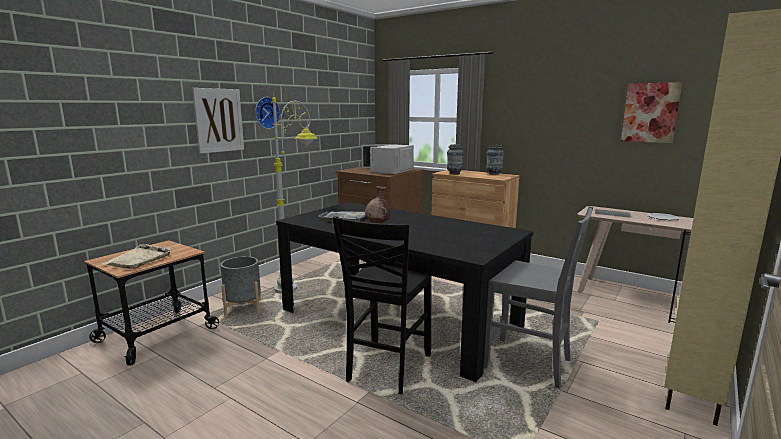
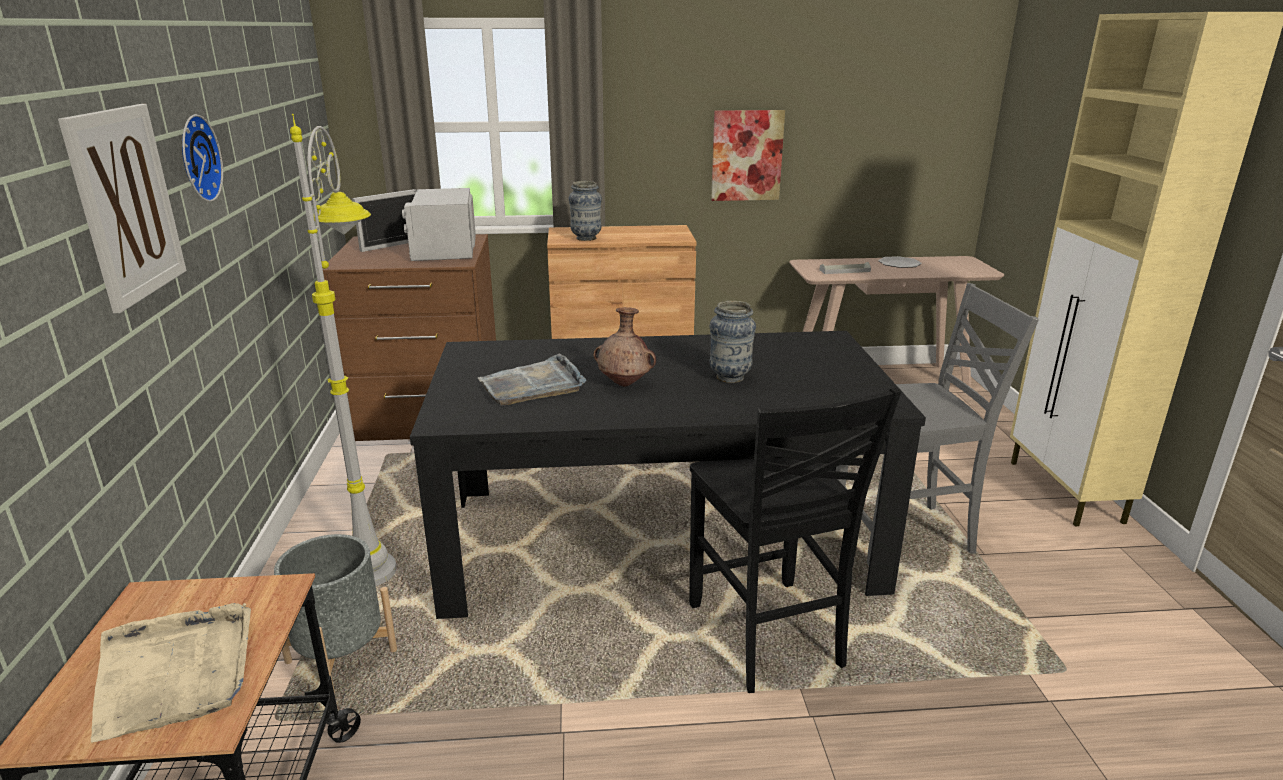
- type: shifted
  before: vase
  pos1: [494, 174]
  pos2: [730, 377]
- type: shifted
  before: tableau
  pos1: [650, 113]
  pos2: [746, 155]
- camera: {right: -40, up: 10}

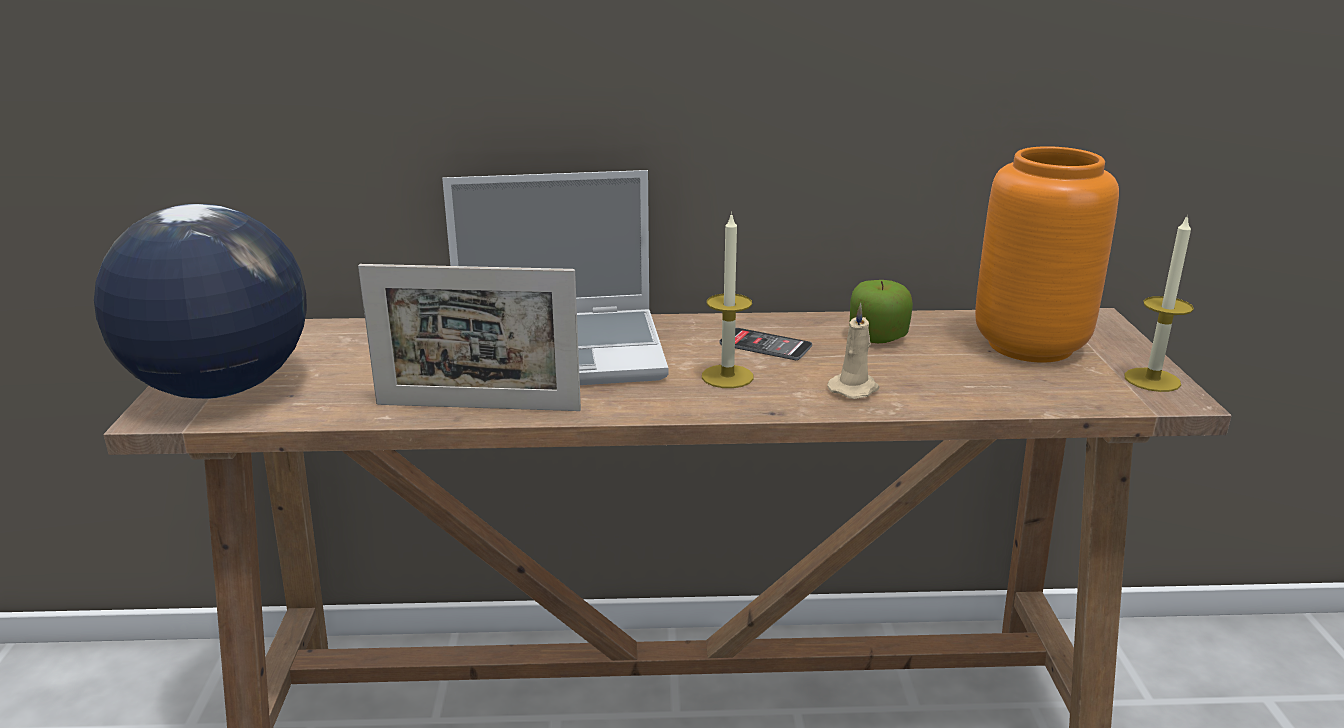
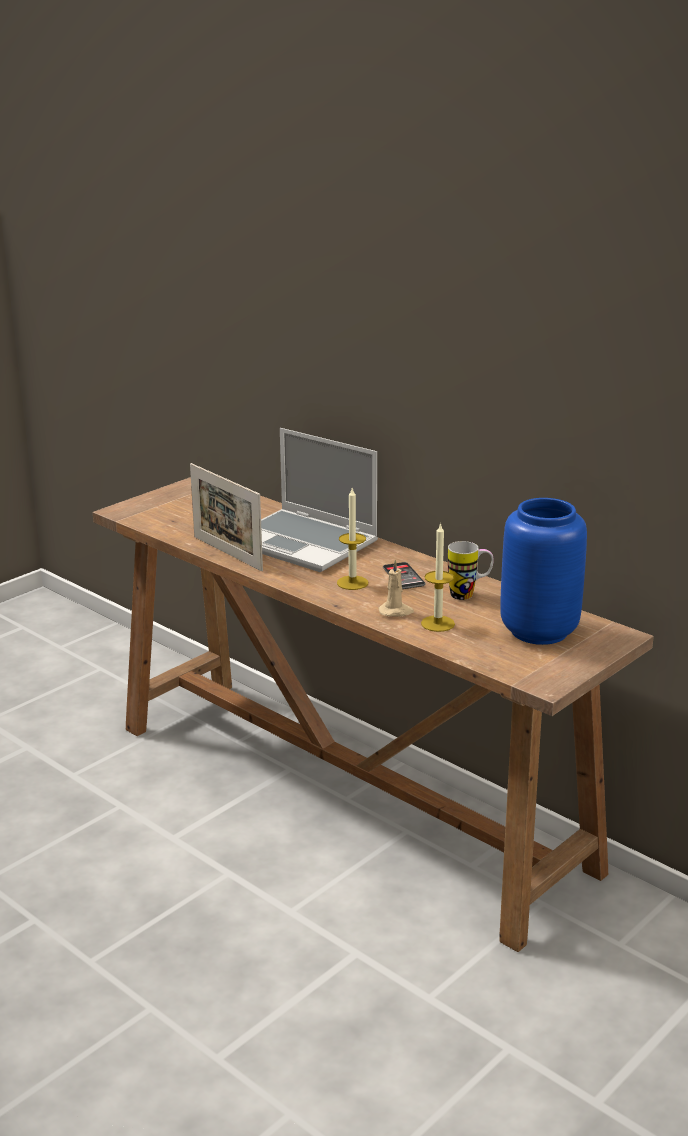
- type: gone
  before: globe
  pos1: [220, 389]
- type: swapped
  before: pomme
  after: mug
  pos1: [878, 337]
  pos2: [469, 595]
- type: repainted
  before: vase/orange
  after: vase/bleu
  pos1: [1032, 345]
  pos2: [540, 632]
- type: shifted
  before: bougie
  pos1: [1152, 380]
  pos2: [437, 623]
- camera: {right: 45, up: 0}

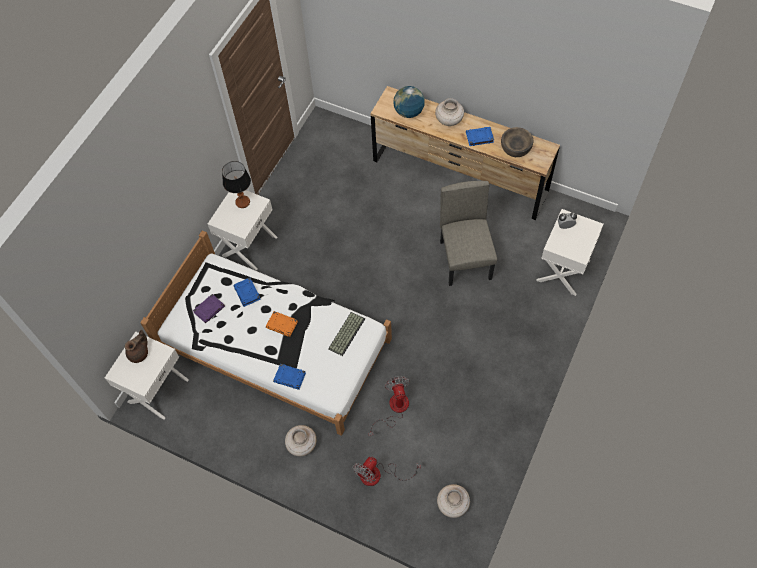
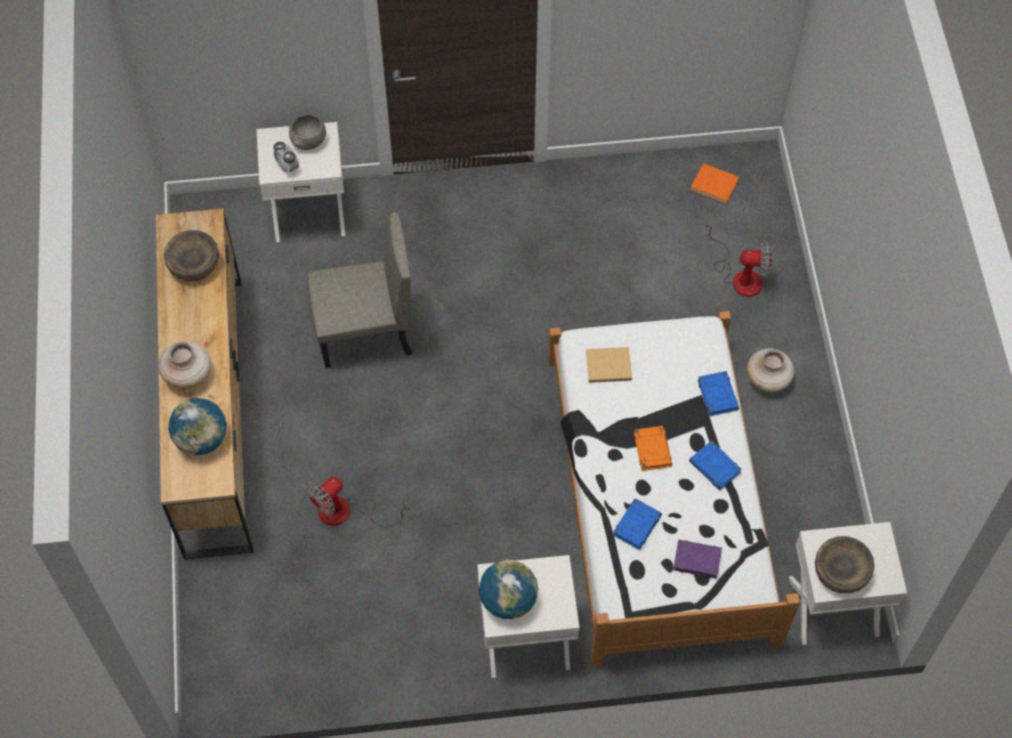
- type: swapped
  before: théière/marron
  after: bol/marron
  pos1: [139, 353]
  pos2: [841, 572]
- type: swapped
  before: lampe de table
  after: globe
  pos1: [242, 202]
  pos2: [508, 600]
- type: swapped
  before: clavier
  after: livre/beige
  pos1: [346, 333]
  pos2: [607, 366]
- type: shifted
  before: ventilateur
  pos1: [394, 409]
  pos2: [346, 512]
- type: swapped
  before: vase/beige
  after: livre/orange
  pos1: [452, 504]
  pos2: [715, 185]
- type: rotated
  before: chaise/beige
  pos1: [465, 260]
  pos2: [364, 332]
  turn: -150
- type: shifted
  before: livre/bleu
  pos1: [479, 137]
  pos2: [715, 467]
- type: new
  after: bol/gris
  pos2: [308, 141]
- camera: {right: -125, up: 0}

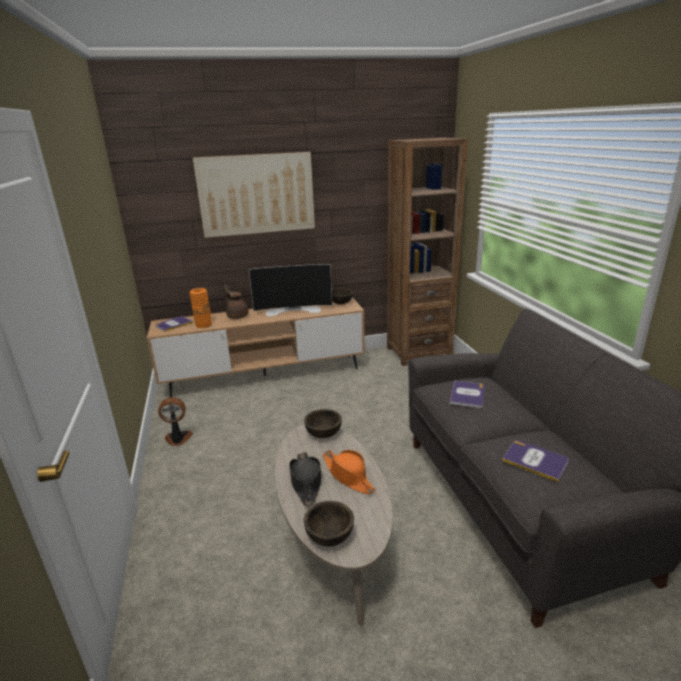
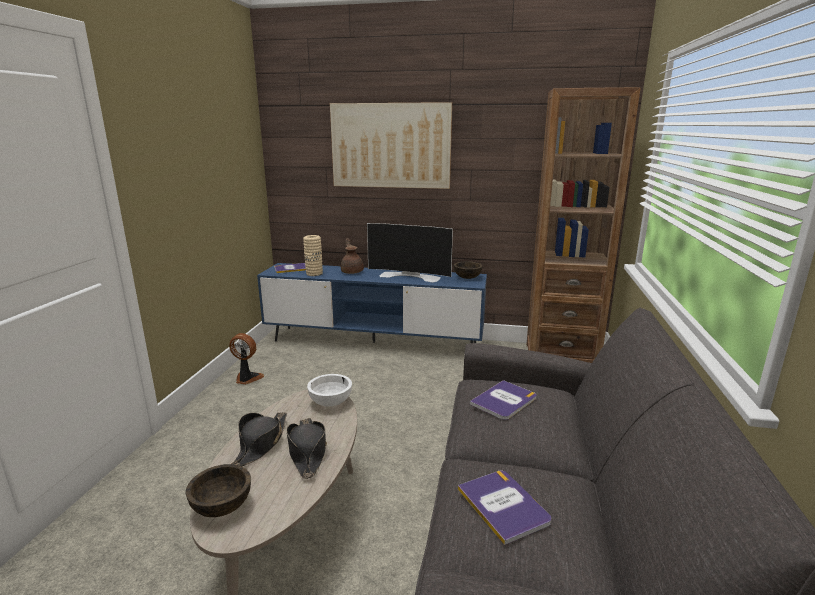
- type: repainted
  before: meuble télé/marron
  after: meuble télé/bleu
  pos1: [265, 376]
  pos2: [373, 342]
- type: repainted
  before: vase/orange
  after: vase/beige
  pos1: [203, 325]
  pos2: [314, 273]
- type: repainted
  before: bol/marron
  after: bol/blanc
  pos1: [323, 433]
  pos2: [330, 402]
- type: repainted
  before: chapeau/orange
  after: chapeau/noir
  pos1: [348, 476]
  pos2: [307, 452]
- camera: {right: 25, up: -5}

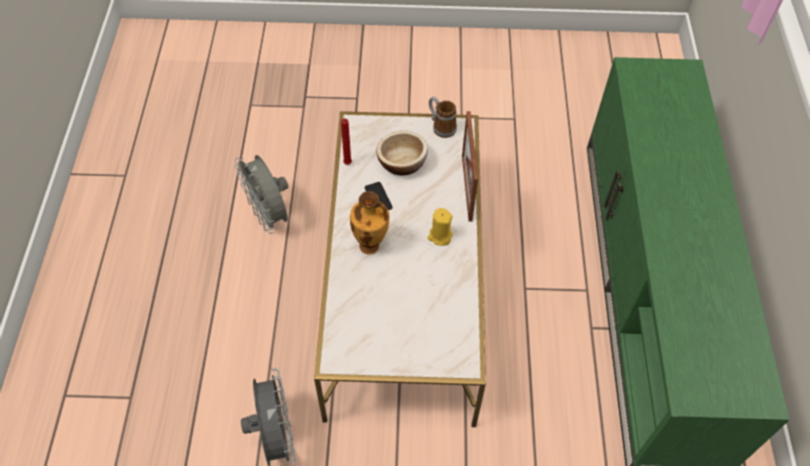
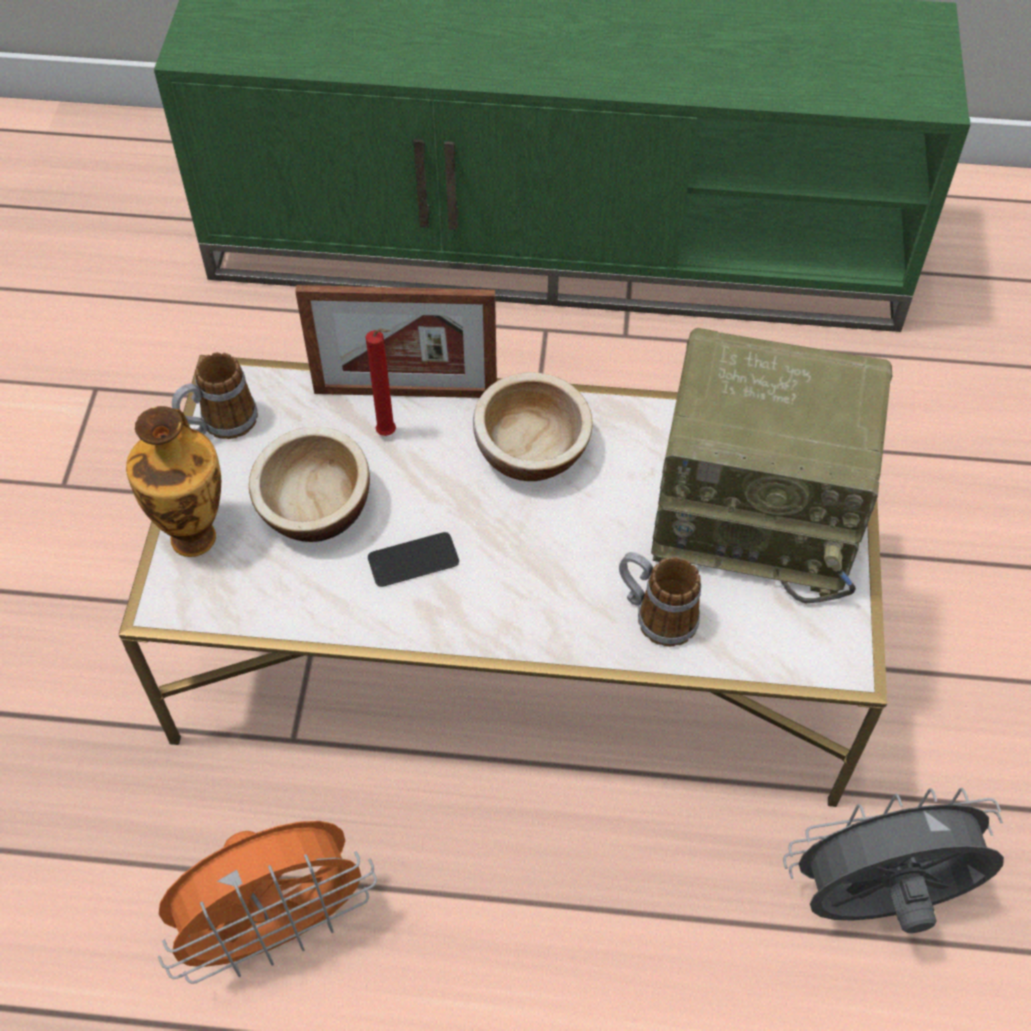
- type: repainted
  before: ventilateur/gris
  after: ventilateur/orange
  pos1: [269, 215]
  pos2: [277, 928]
- type: shifted
  before: bougie/rouge
  pos1: [347, 164]
  pos2: [389, 434]
- type: shifted
  before: vase
  pos1: [370, 246]
  pos2: [196, 535]
- type: swapped
  before: bougie/jaune
  after: bol
  pos1: [440, 236]
  pos2: [531, 451]
- type: new
  after: mug
  pos2: [655, 615]
- type: new
  after: radio
  pos2: [758, 516]
- camera: {right: -85, up: 0}

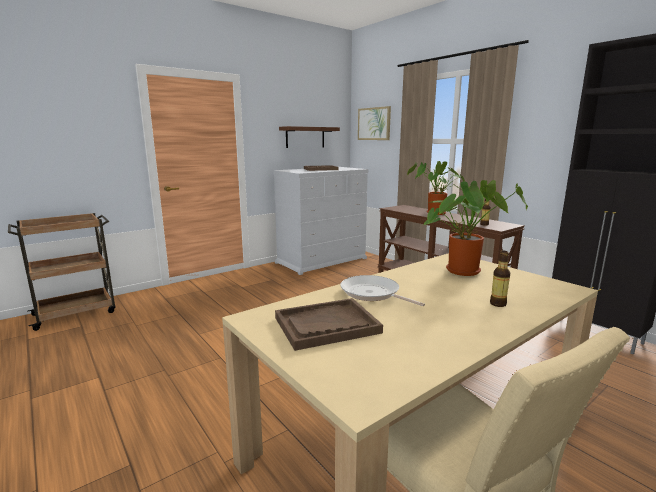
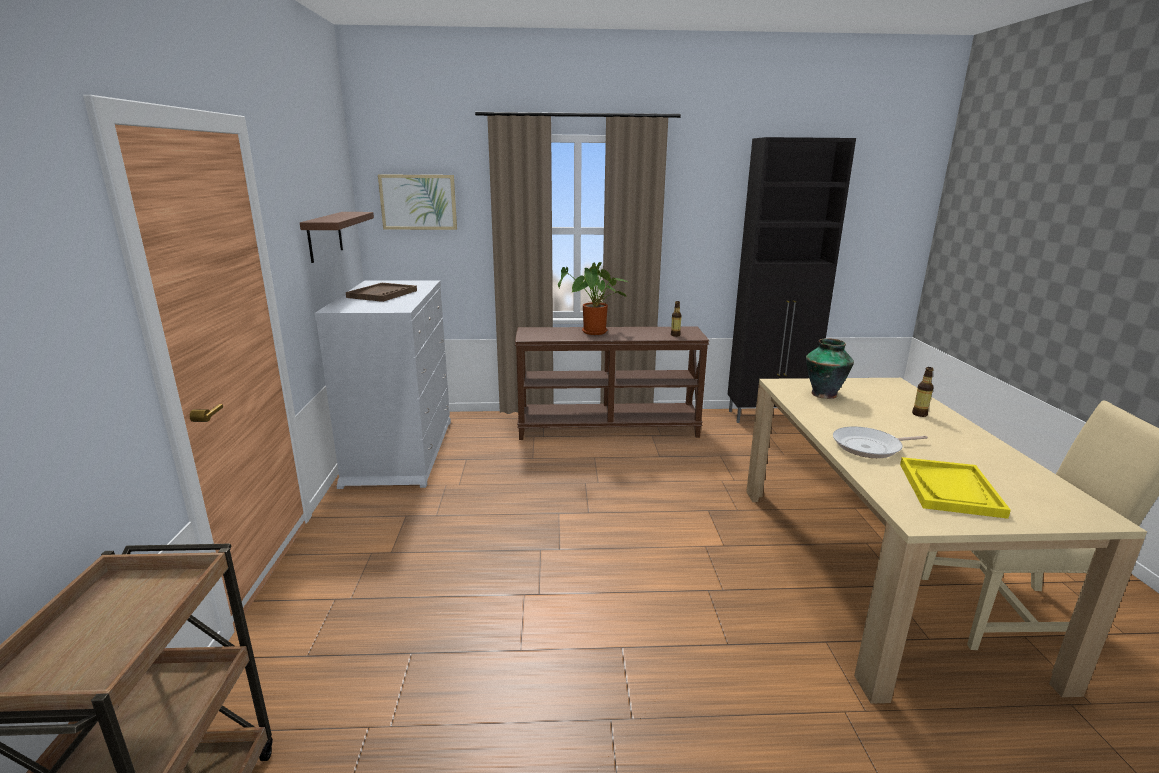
- type: repainted
  before: plateau/marron
  after: plateau/jaune
  pos1: [326, 325]
  pos2: [950, 489]
- type: swapped
  before: plante en pot
  after: vase
  pos1: [465, 270]
  pos2: [824, 394]
- camera: {right: -55, up: 5}

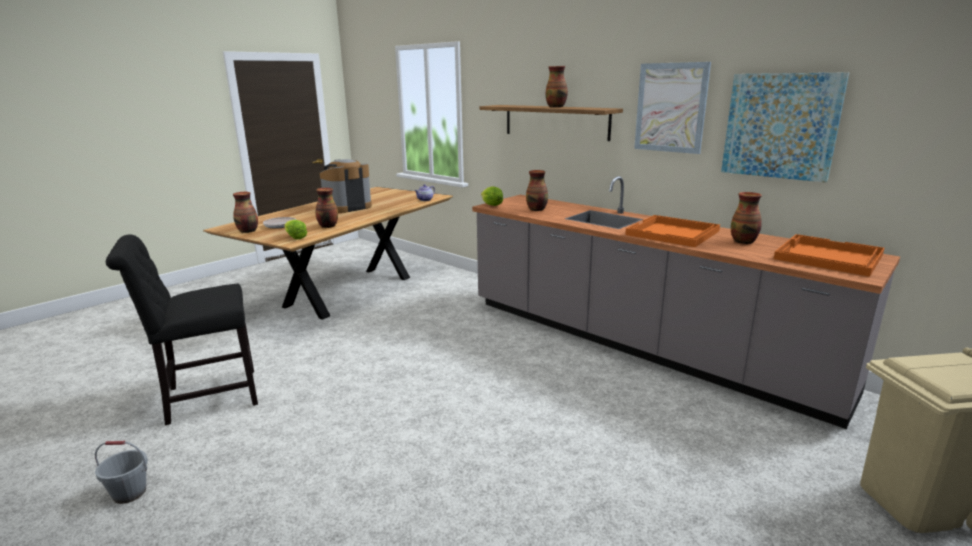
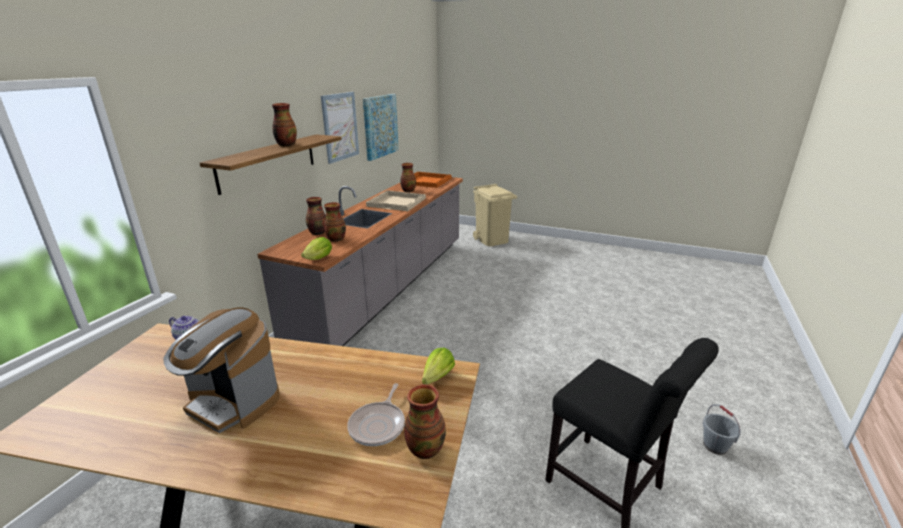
- type: shifted
  before: vase
  pos1: [327, 226]
  pos2: [318, 233]
- type: repainted
  before: plateau/orange
  after: plateau/beige
  pos1: [673, 233]
  pos2: [397, 202]
- camera: {right: -110, up: 5}

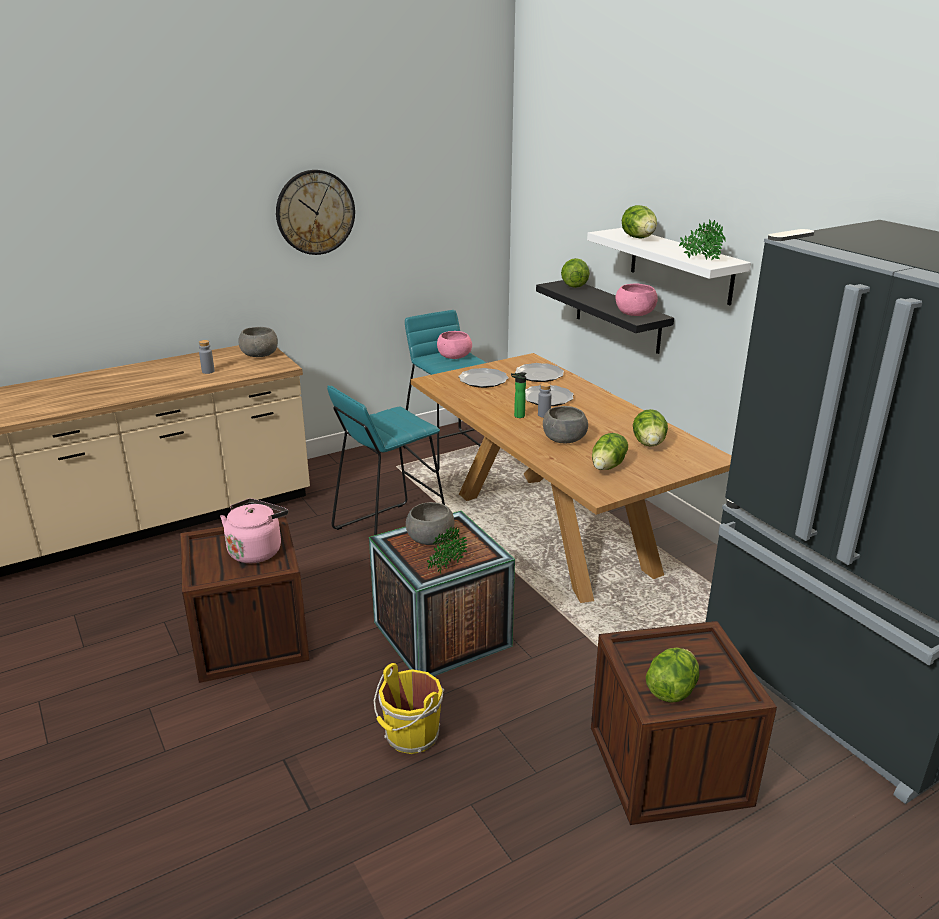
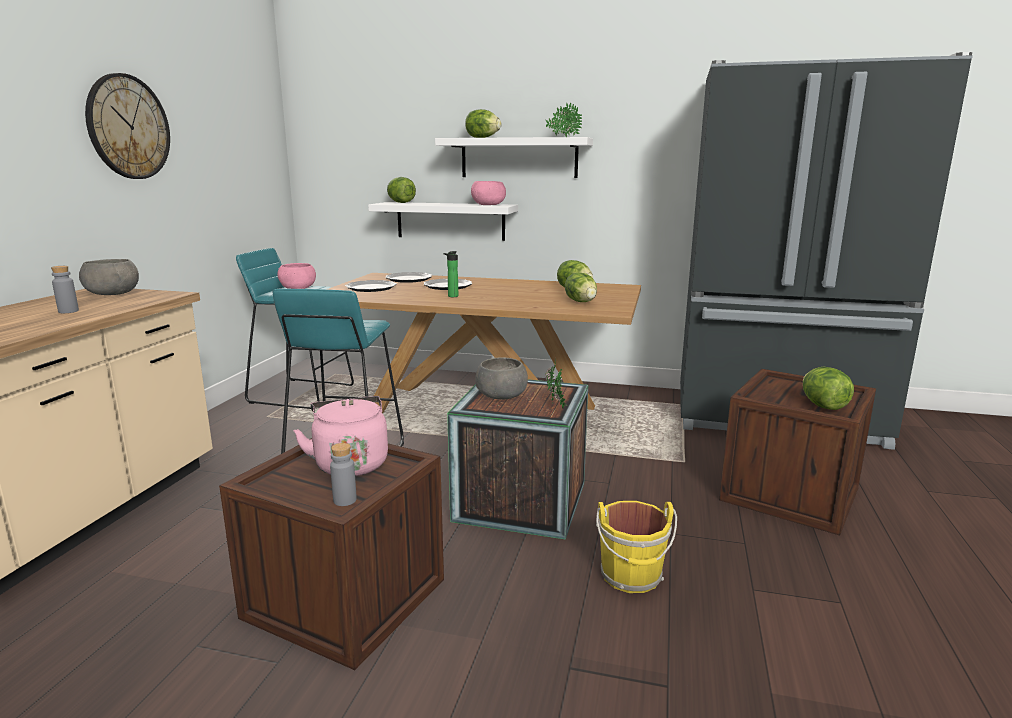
- type: repainted
  before: étagère/noir
  after: étagère/blanc
  pos1: [617, 316]
  pos2: [450, 221]
- type: shifted
  before: bouteille/gris
  pos1: [544, 415]
  pos2: [345, 500]
- type: gone
  before: bol/gris
  pos1: [564, 439]
- camera: {right: -45, up: -10}

